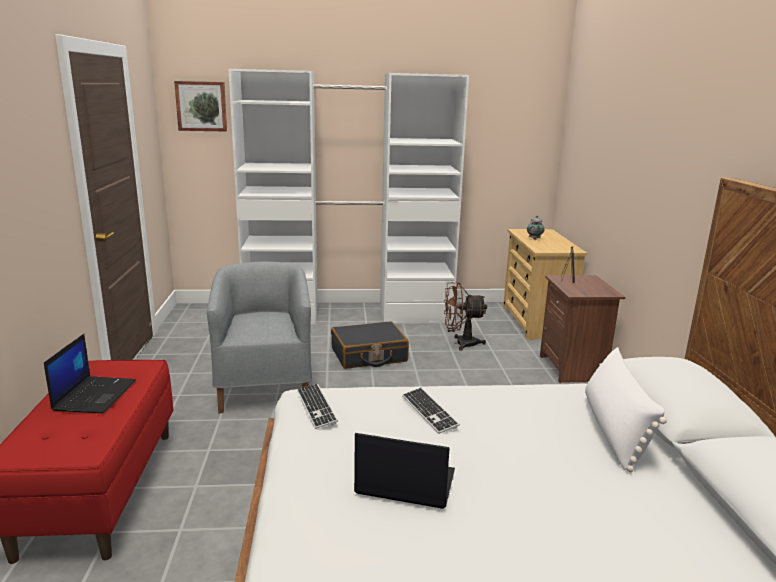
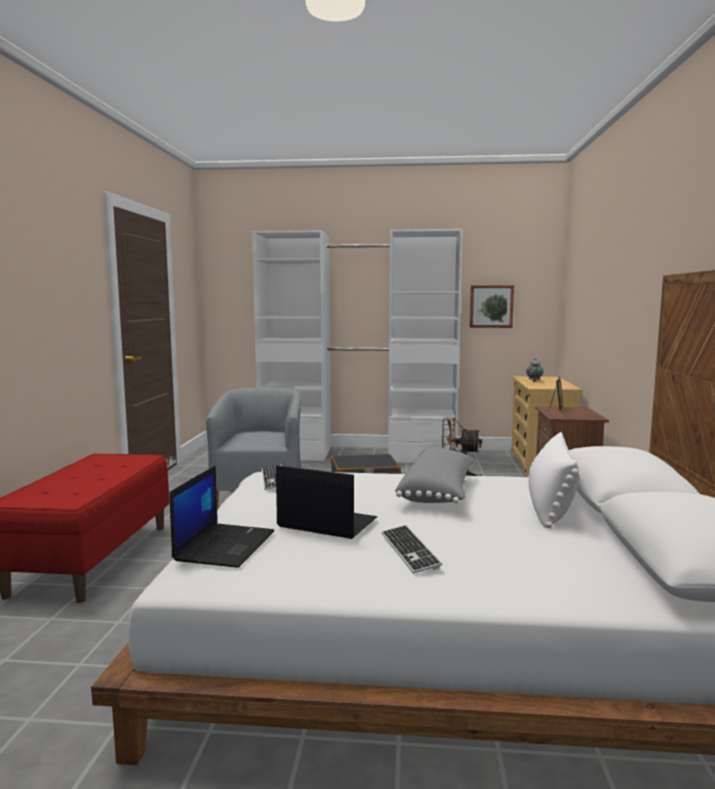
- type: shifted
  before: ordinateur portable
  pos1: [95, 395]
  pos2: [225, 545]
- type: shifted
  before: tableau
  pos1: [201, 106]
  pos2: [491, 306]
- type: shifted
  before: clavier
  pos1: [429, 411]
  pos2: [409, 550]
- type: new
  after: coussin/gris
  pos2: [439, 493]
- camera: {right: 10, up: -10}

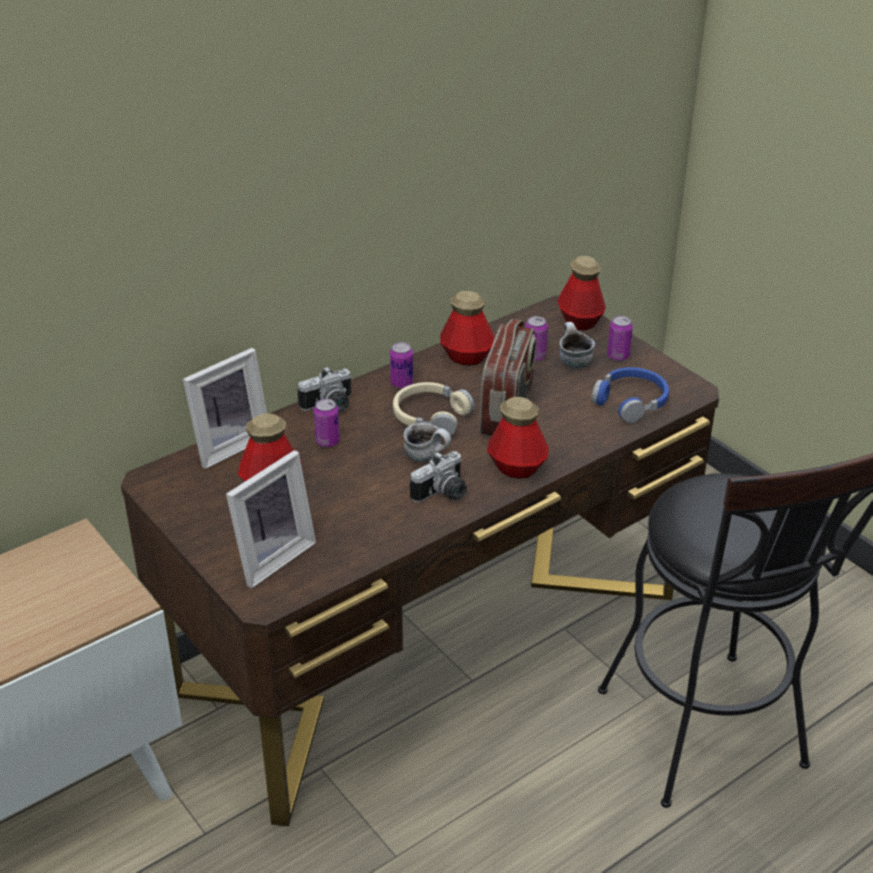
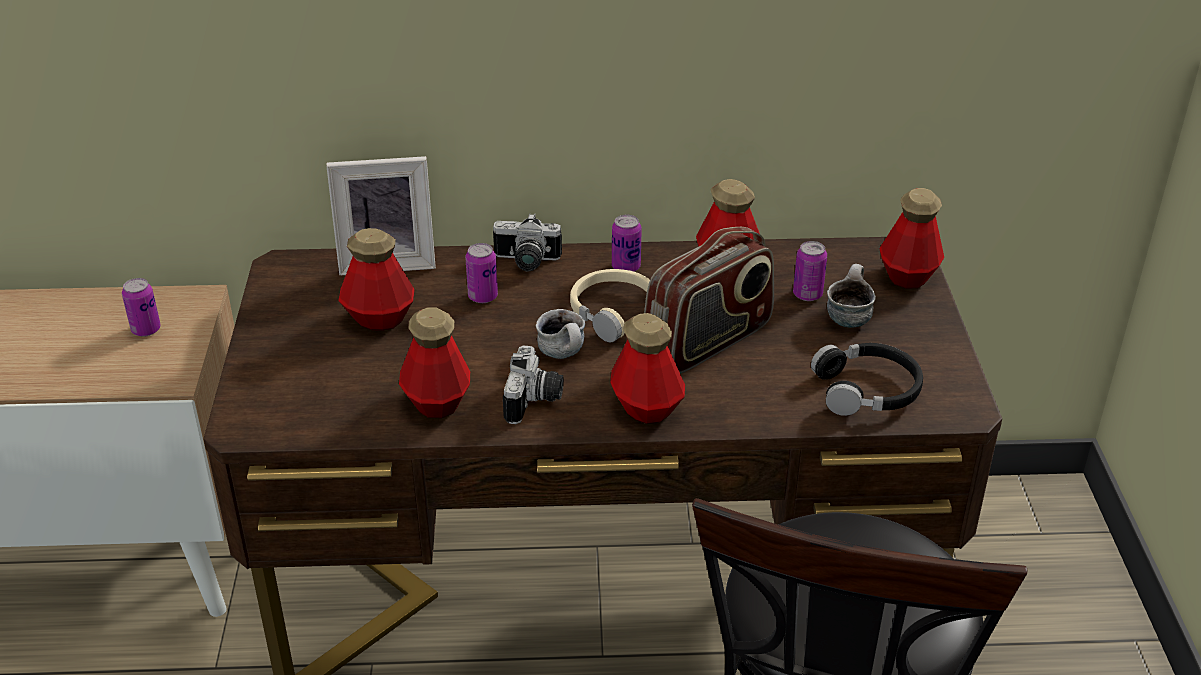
- type: gone
  before: cadre photo
  pos1: [270, 557]
- type: rotated
  before: appareil photo
  pos1: [443, 494]
  pos2: [535, 401]
  turn: -75
- type: repainted
  before: casque audio/bleu
  after: casque audio/noir
  pos1: [630, 401]
  pos2: [867, 390]
- type: shifted
  before: boîte métallique
  pos1: [618, 356]
  pos2: [146, 330]
- type: new
  after: bouteille
  pos2: [437, 402]
- camera: {right: 35, up: 0}

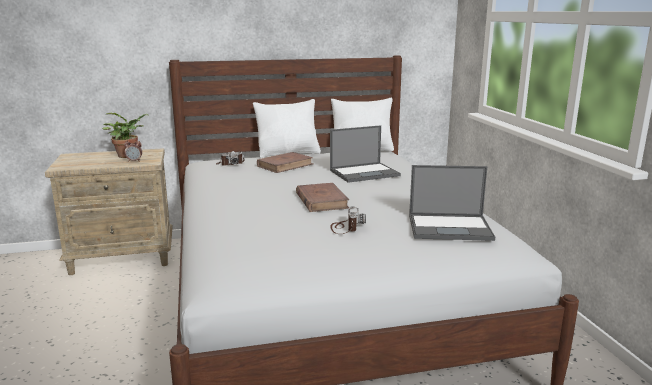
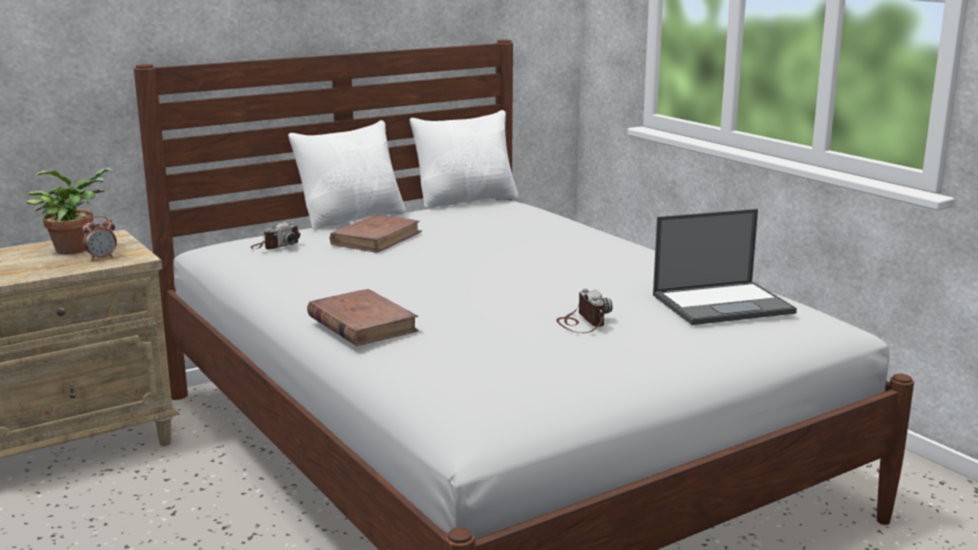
- type: shifted
  before: livre/marron
  pos1: [321, 200]
  pos2: [362, 323]
- type: gone
  before: ordinateur portable
  pos1: [365, 173]
- camera: {right: -20, up: 0}

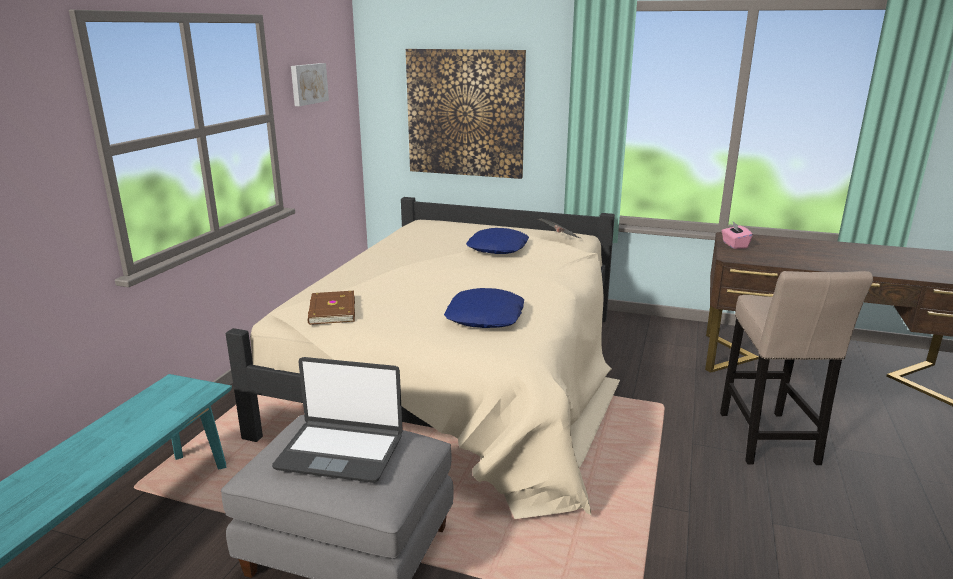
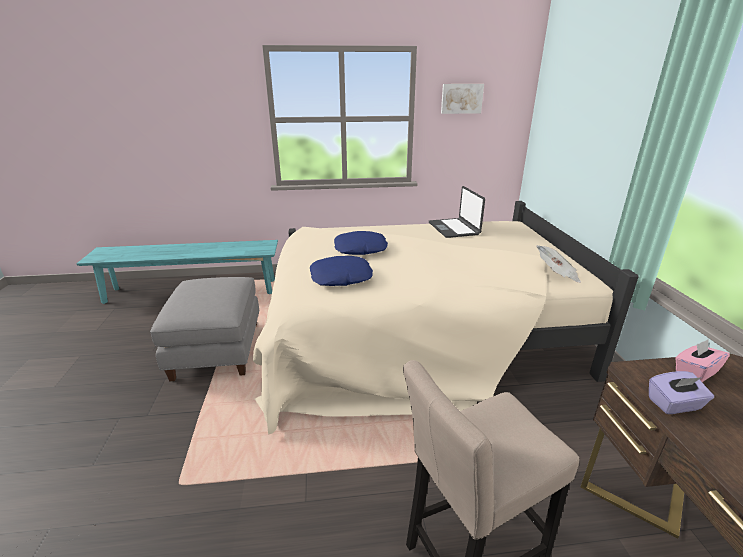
- type: shifted
  before: ordinateur portable
  pos1: [341, 451]
  pos2: [454, 228]
- type: gone
  before: livre/marron
  pos1: [331, 311]
- type: gone
  before: tableau
  pos1: [465, 113]
- type: shifted
  before: coussin/bleu
  pos1: [498, 248]
  pos2: [360, 249]
- type: new
  after: boîte à mouchoirs/violet
  pos2: [674, 404]
- camera: {right: 65, up: 5}

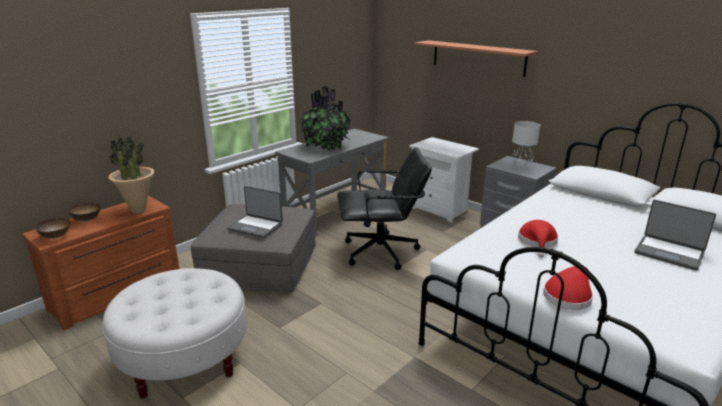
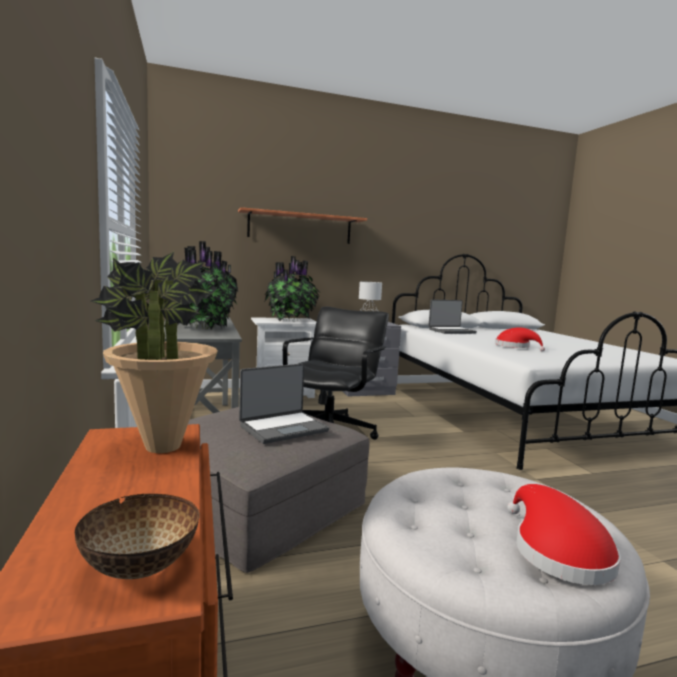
- type: gone
  before: bol
  pos1: [87, 220]
- type: shifted
  before: chapeau/rouge
  pos1: [568, 296]
  pos2: [557, 551]
- type: shifted
  before: ordinateur portable
  pos1: [669, 253]
  pos2: [451, 331]
- type: new
  after: plante en pot
  pos2: [291, 320]
- camera: {right: -60, up: -15}

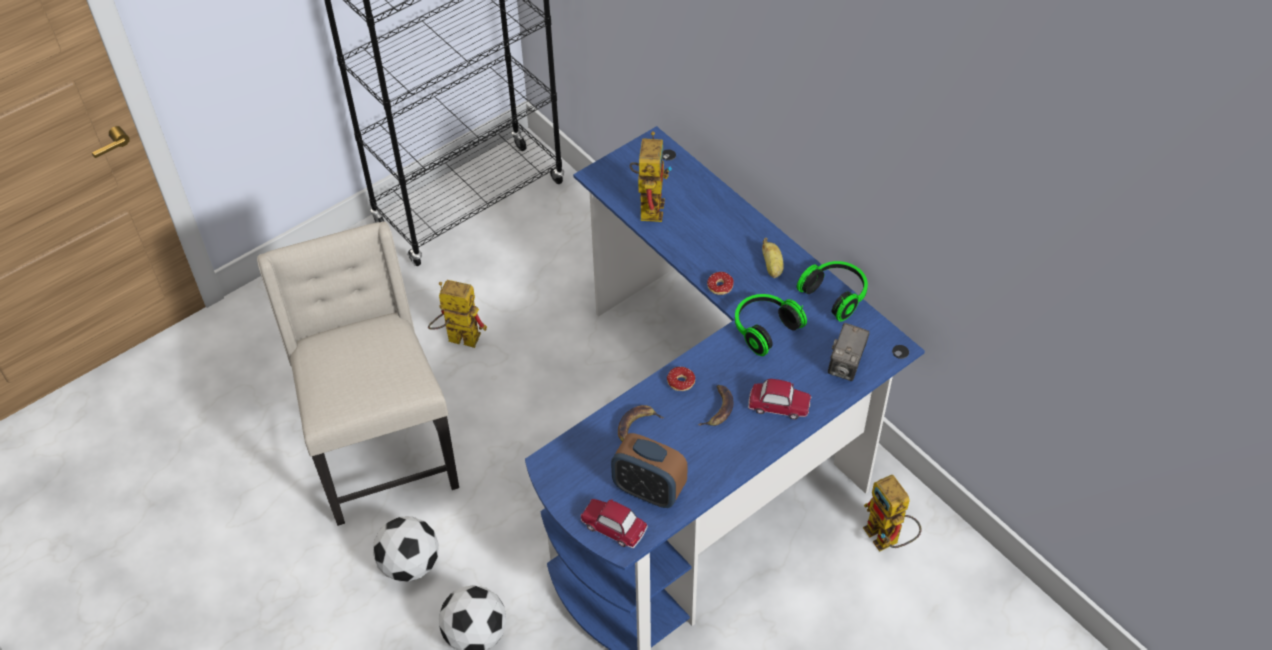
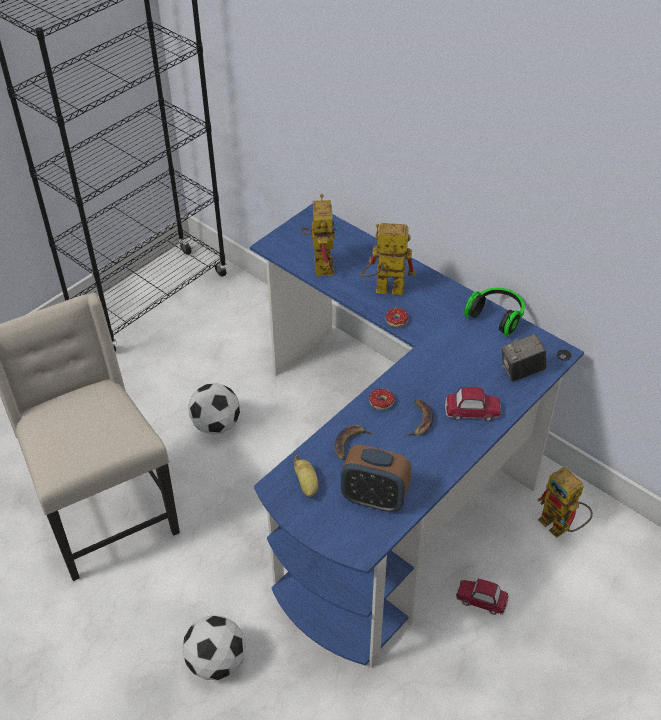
- type: shifted
  before: ballon de foot
  pos1: [410, 564]
  pos2: [216, 425]
- type: shifted
  before: robot jouet
  pos1: [456, 338]
  pos2: [382, 290]
- type: shifted
  before: petite voiture
  pos1: [613, 526]
  pos2: [481, 599]
- type: gone
  before: casque audio
  pos1: [764, 328]
- type: shifted
  before: banane
  pos1: [772, 267]
  pos2: [307, 485]
- type: rotated
  before: appareil photo
  pos1: [846, 365]
  pos2: [521, 371]
  turn: 60
- camera: {right: -10, up: -5}

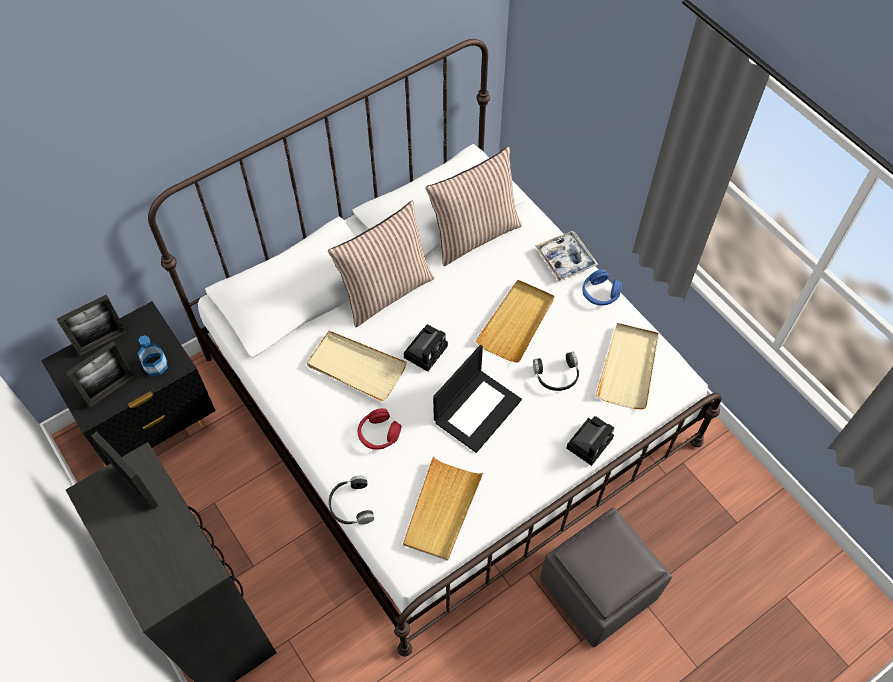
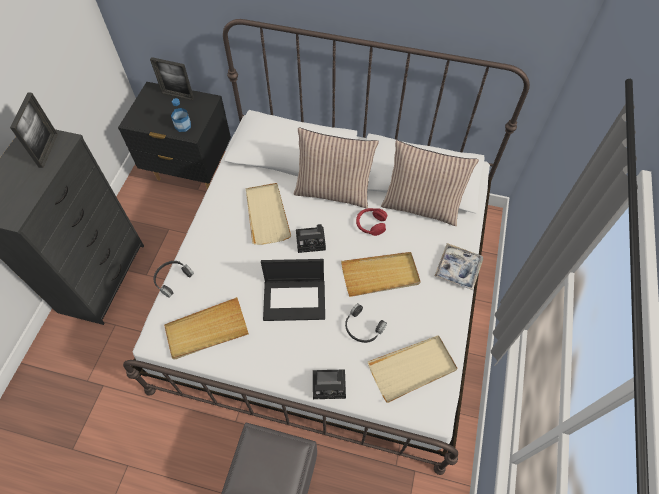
- type: gone
  before: cadre photo
  pos1: [111, 390]
- type: shifted
  before: casque audio/rouge
  pos1: [378, 434]
  pos2: [370, 224]
- type: gone
  before: casque audio/bleu
  pos1: [600, 293]
- camera: {right: 50, up: 0}

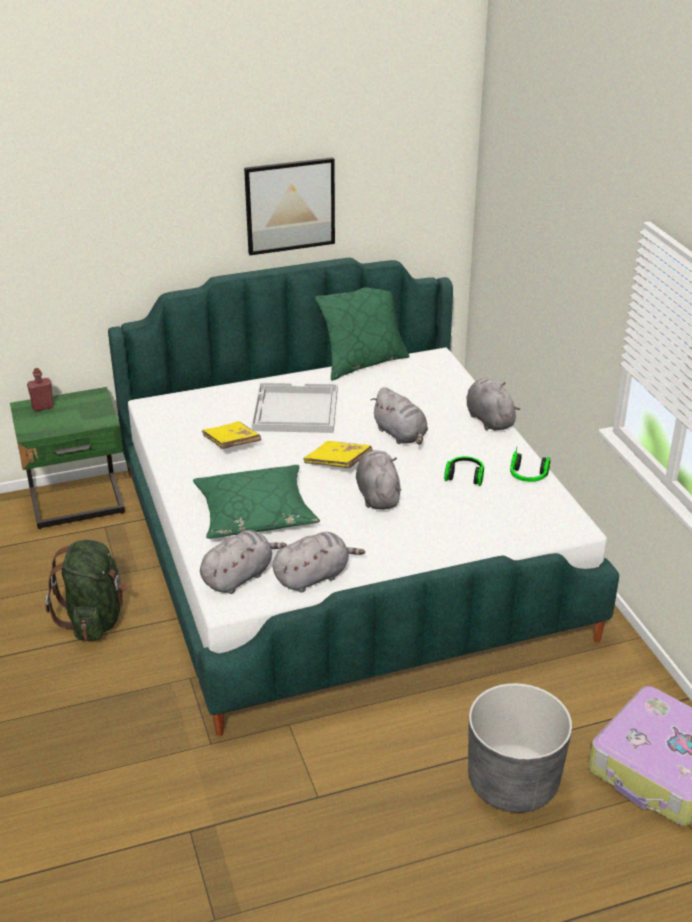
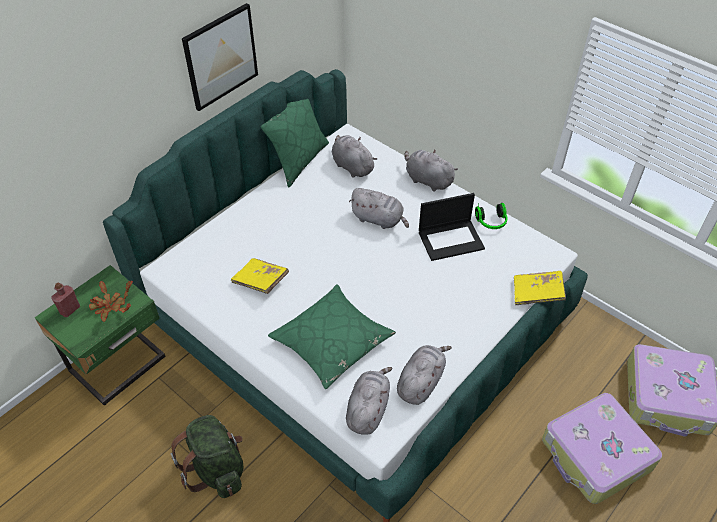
- type: gone
  before: plateau/blanc
  pos1: [294, 410]
- type: shifted
  before: livre/jaune
  pos1: [338, 463]
  pos2: [537, 293]
- type: shifted
  before: peluche/gris
  pos1: [377, 495]
  pos2: [351, 166]
- type: swapped
  before: casque audio
  after: ordinateur portable
  pos1: [465, 476]
  pos2: [451, 240]
- type: swapped
  before: cache-pot/gris
  after: valise
  pos1: [513, 782]
  pos2: [596, 455]
- type: new
  after: plante en pot
  pos2: [110, 306]
- camera: {right: -30, up: 15}

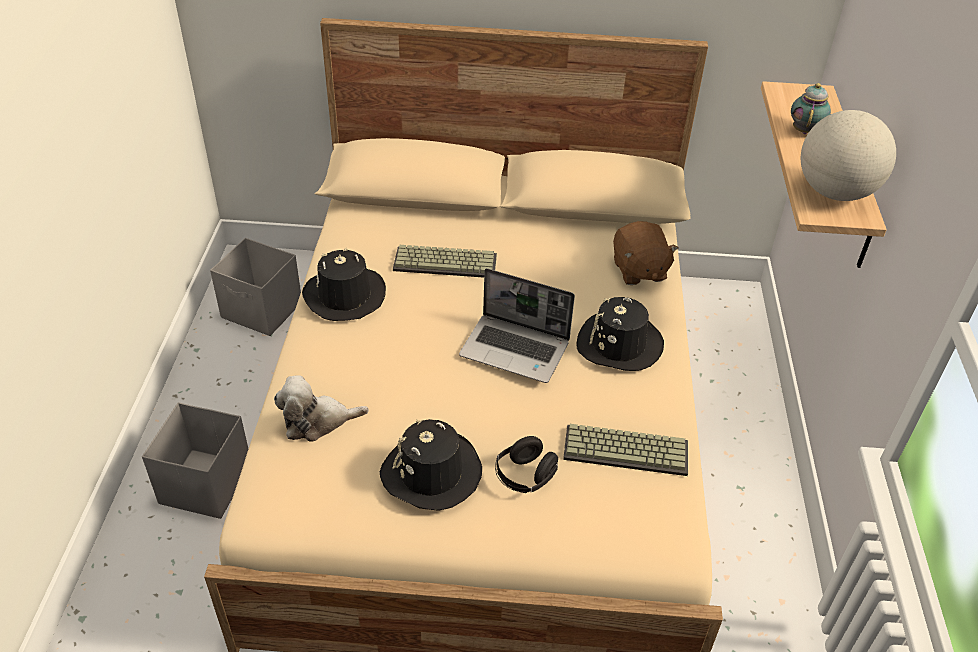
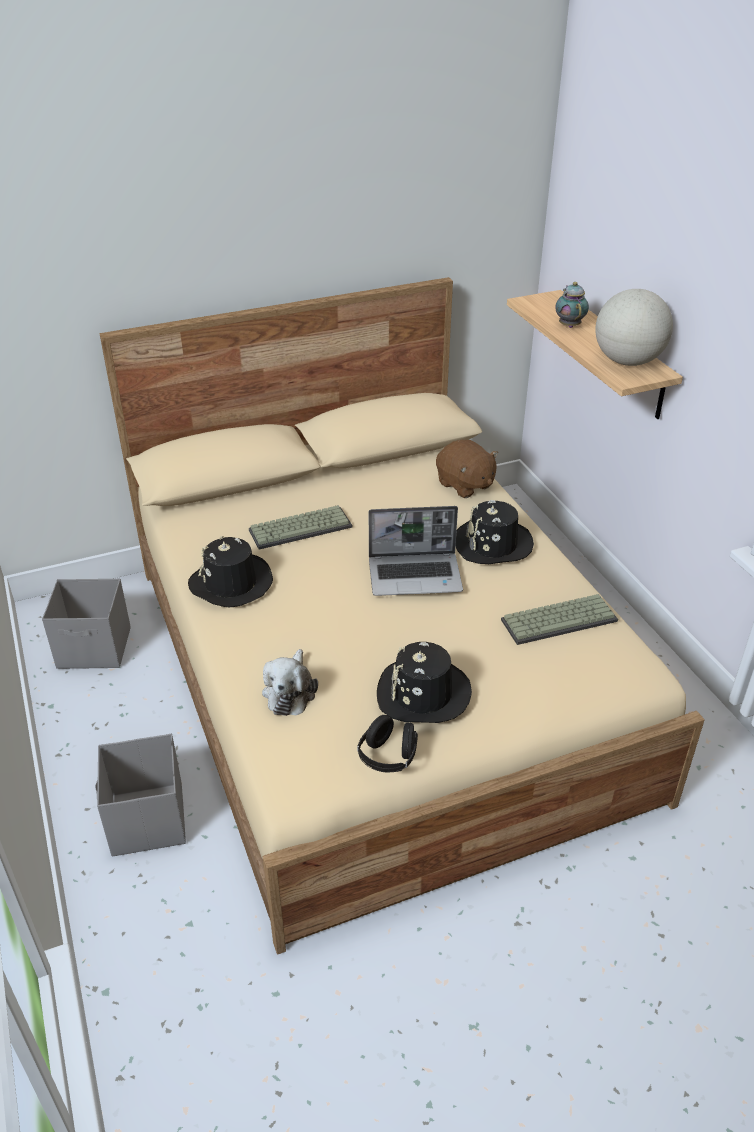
- type: rotated
  before: peluche
  pos1: [318, 422]
  pos2: [290, 692]
  turn: -45
- type: shifted
  before: casque audio/noir
  pos1: [525, 477]
  pos2: [388, 757]
- camera: {right: -25, up: -5}

